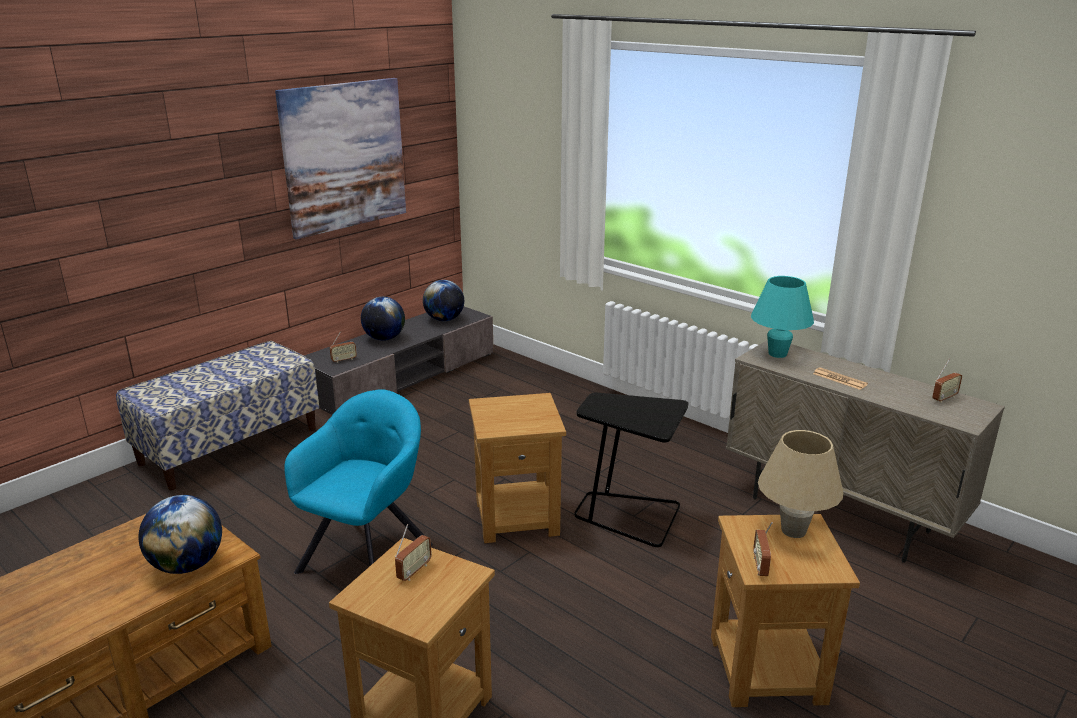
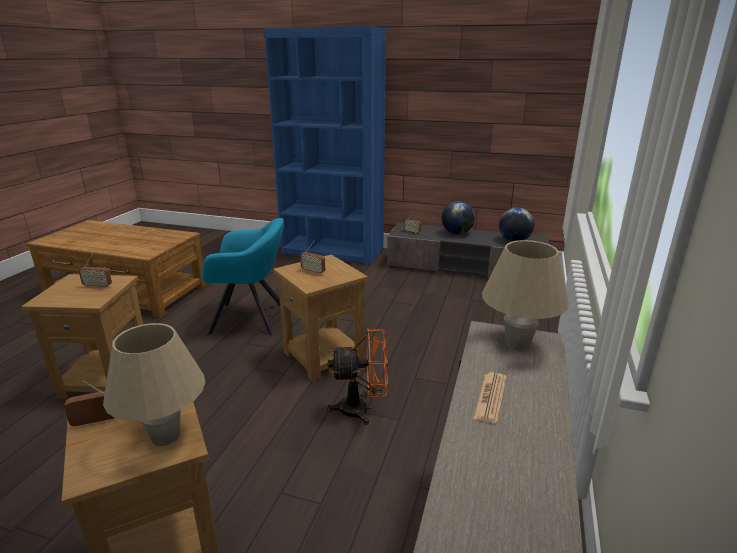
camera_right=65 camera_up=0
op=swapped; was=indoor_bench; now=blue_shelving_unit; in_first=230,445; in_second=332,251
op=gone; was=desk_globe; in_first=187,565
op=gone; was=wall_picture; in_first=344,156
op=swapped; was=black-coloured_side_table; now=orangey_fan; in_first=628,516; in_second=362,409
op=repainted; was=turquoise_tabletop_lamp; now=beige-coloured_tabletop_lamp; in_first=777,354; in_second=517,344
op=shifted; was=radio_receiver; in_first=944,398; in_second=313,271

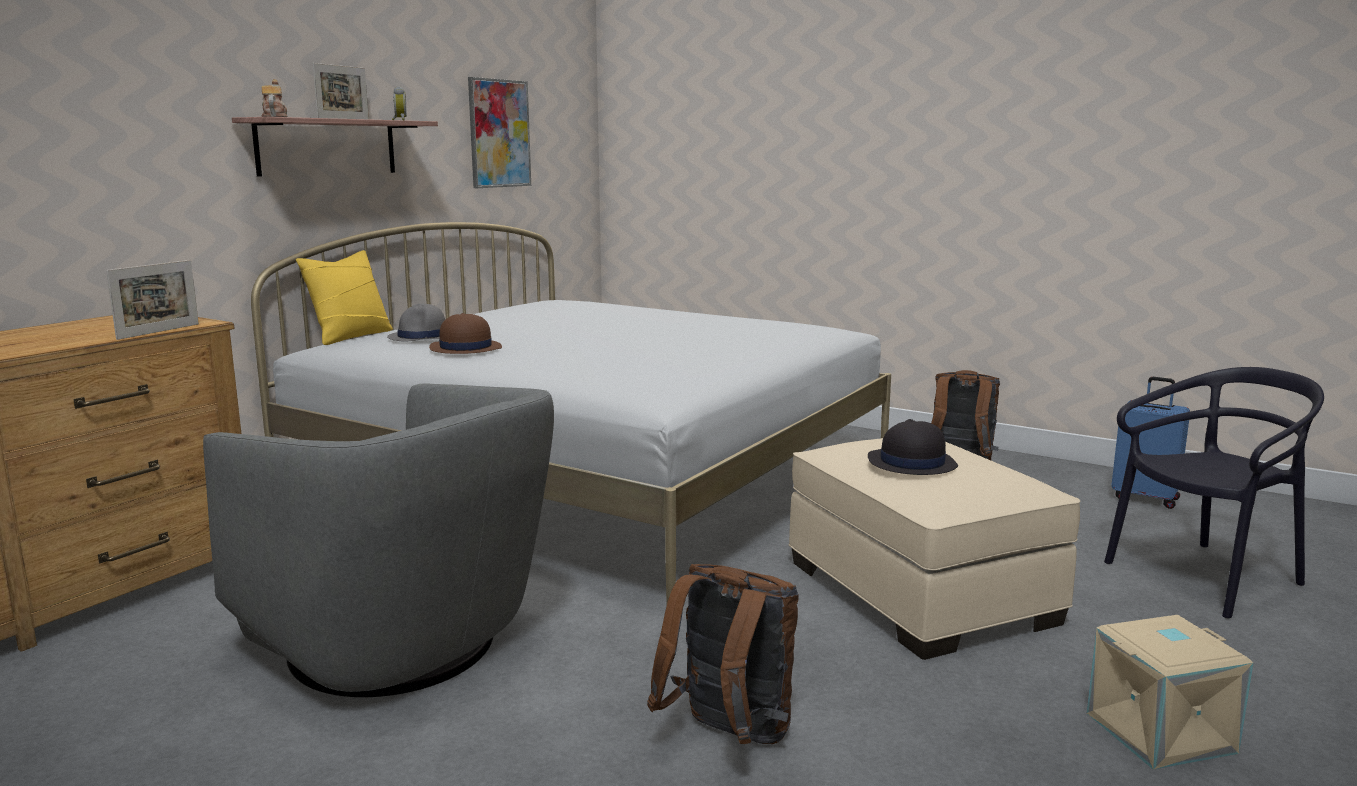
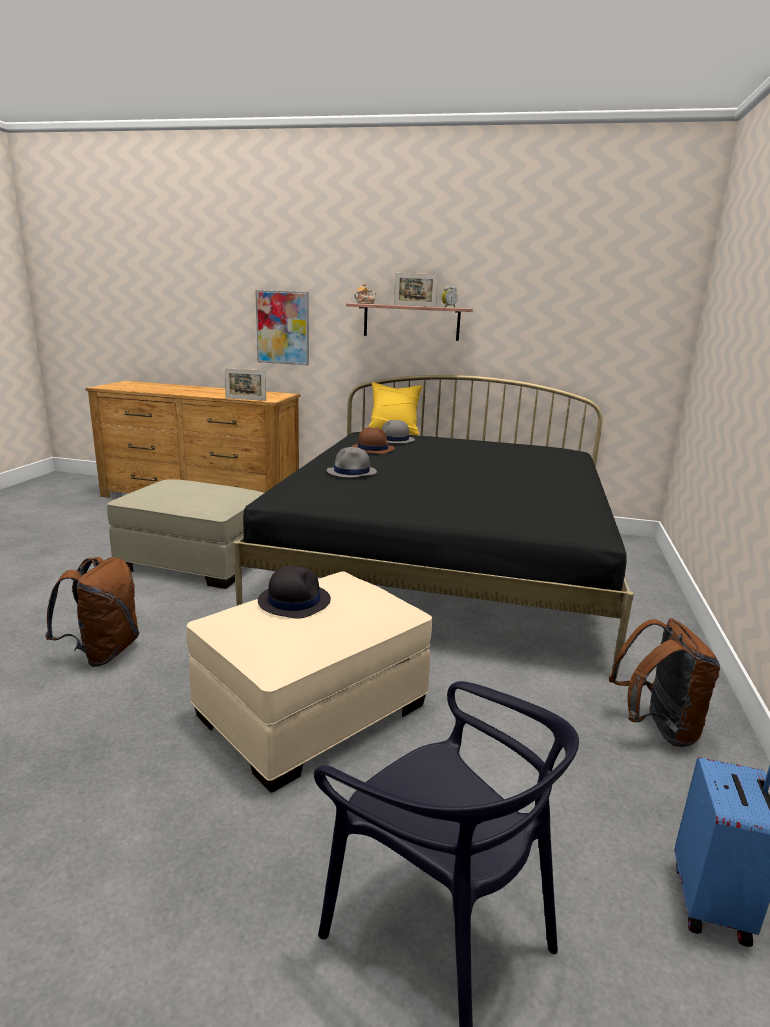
camera_right=70 camera_up=5
op=swapped; was=gray_lounge_chair; now=beige-coloured_ottoman; in_first=396,647; in_second=194,561
op=repainted; was=whitish_bed; now=black-coloured_bed; in_first=596,481; in_second=443,567
op=shifted; was=wall_picture; in_first=499,133; in_second=282,327
op=gone; was=beige-coloured_storage_bin; in_first=1161,734
op=new; now=gray_clothing_hat; in_second=352,472

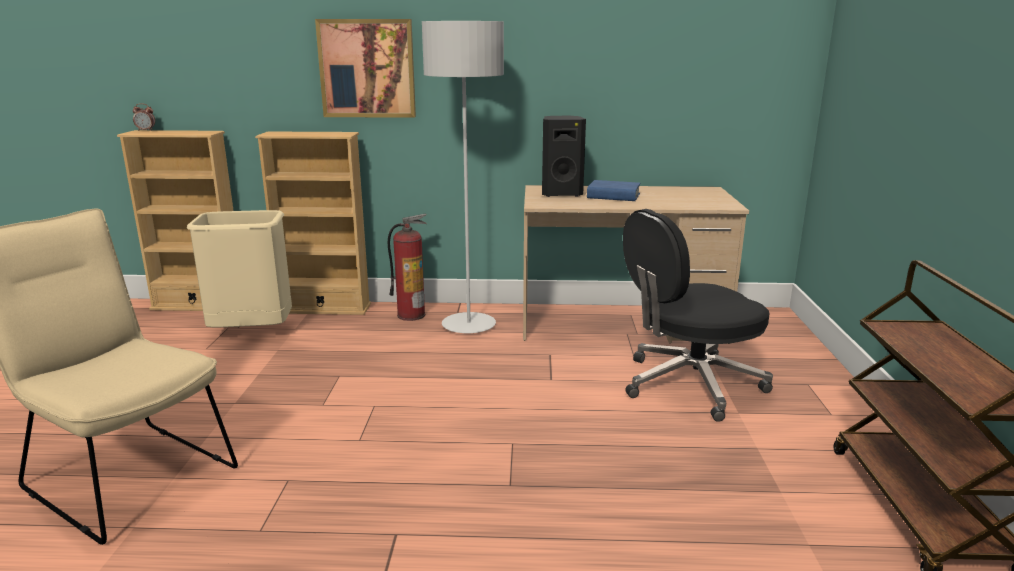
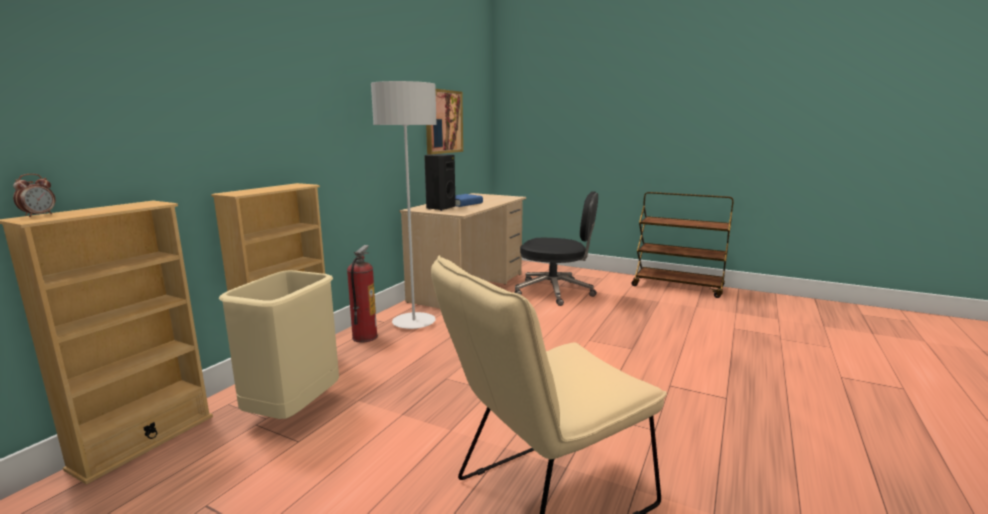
camera_right=-65 camera_up=-5
op=shifted; was=wall_picture; in_first=367,68; in_second=443,121
op=rotated; was=black-coloured_desk_chair; in_first=689,384; in_second=556,292; clockwise=-75

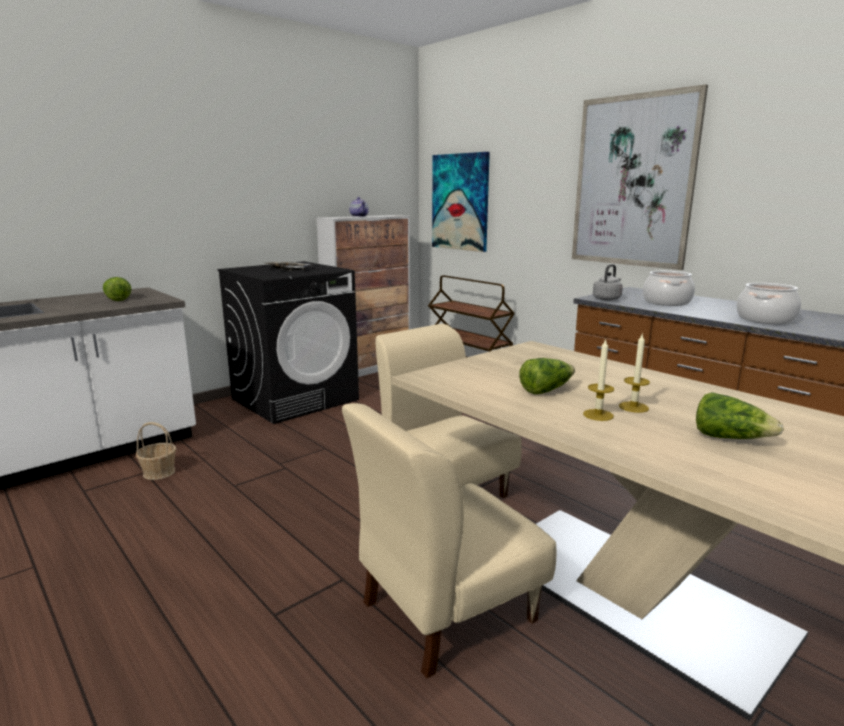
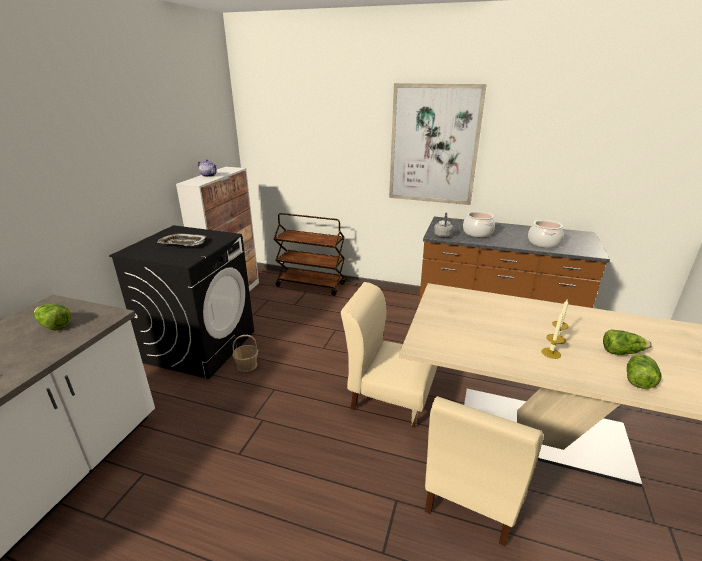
camera_right=-30 camera_up=10
op=shifted; was=storage_basket; in_first=159,472; in_second=247,365
op=gone; was=wall_picture; in_first=460,202
op=shifted; was=lettuce; in_first=546,390; in_second=638,379

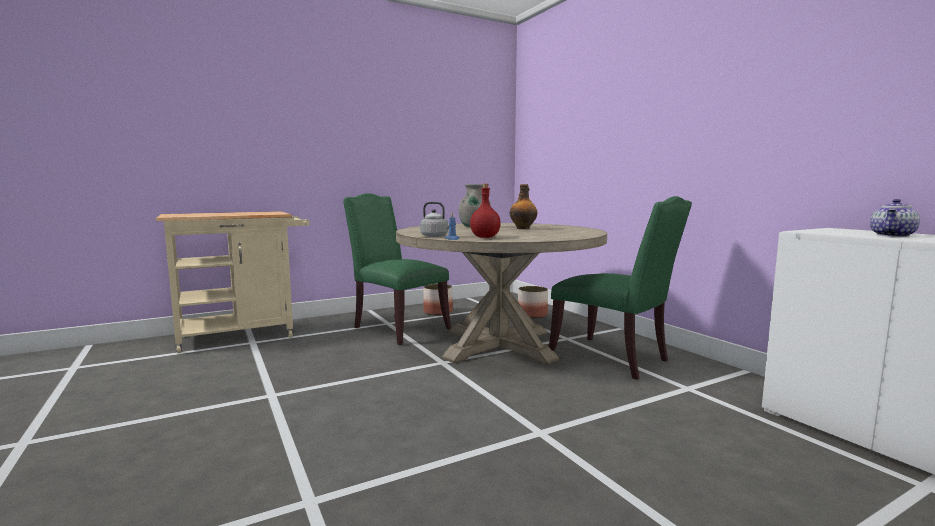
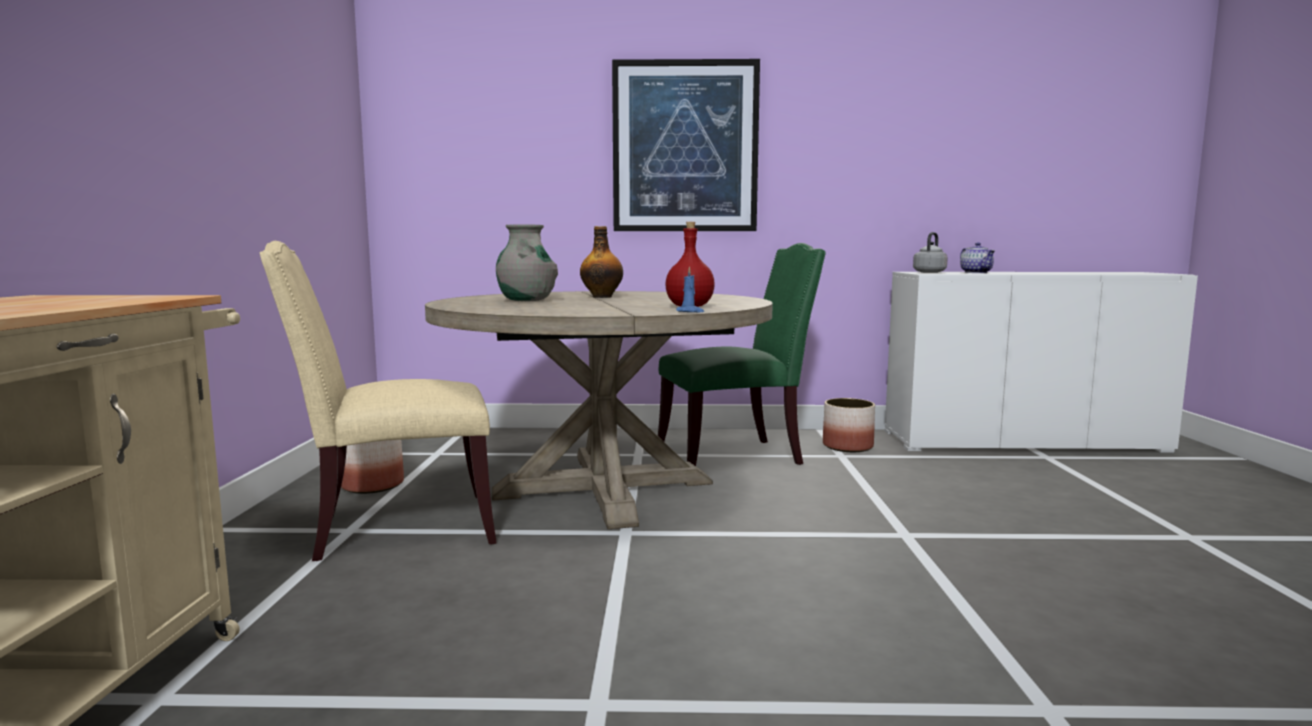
camera_right=-60 camera_up=0
op=repainted; was=greenish_upright_chair; now=beige-coloured_upright_chair; in_first=397,328; in_second=396,529
op=shifted; was=gray_tea_kettle; in_first=436,236; in_second=930,272
op=shifted; was=planter; in_first=532,315; in_second=848,446
op=new; now=wall_picture; in_second=685,147

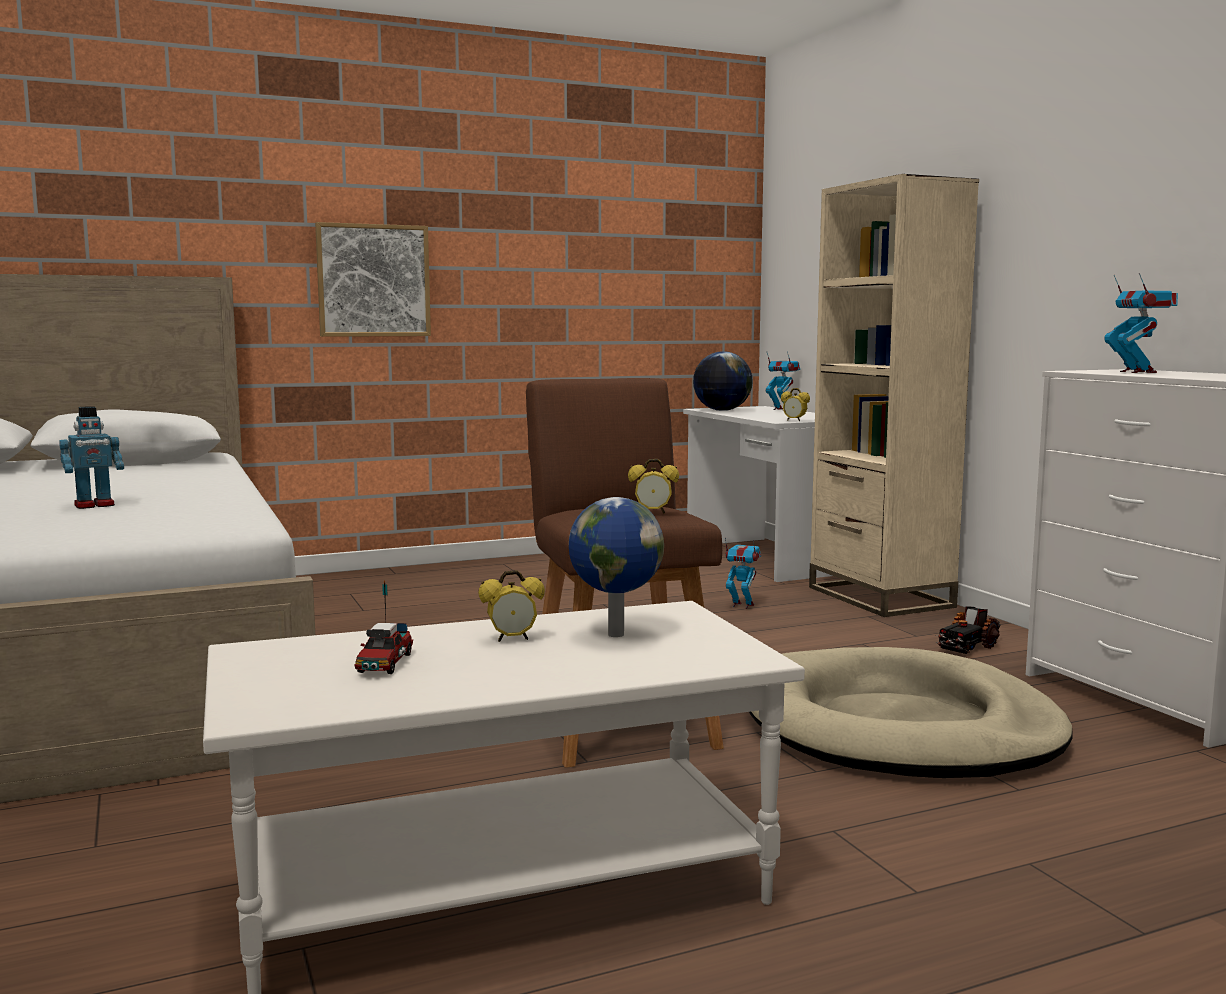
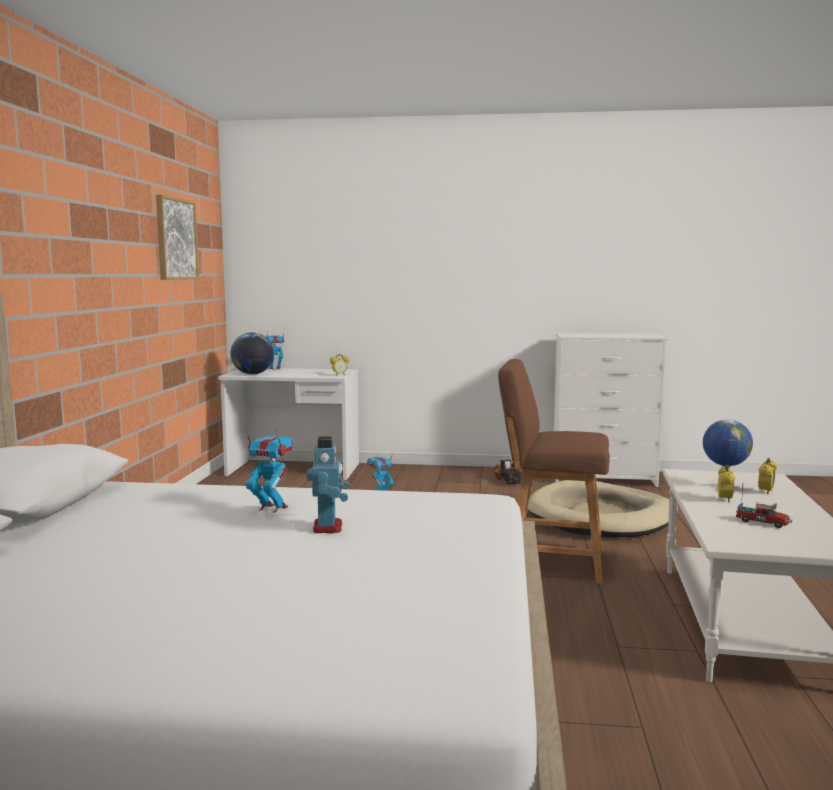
camera_right=-60 camera_up=0
op=shifted; was=wall_picture; in_first=373,280; in_second=176,239
op=shifted; was=alarm_clock; in_first=653,512; in_second=765,492
op=gone; was=beige-coloured_shelving_unit; in_first=879,597
op=shifted; was=toy_robot; in_first=1137,372; in_second=272,508

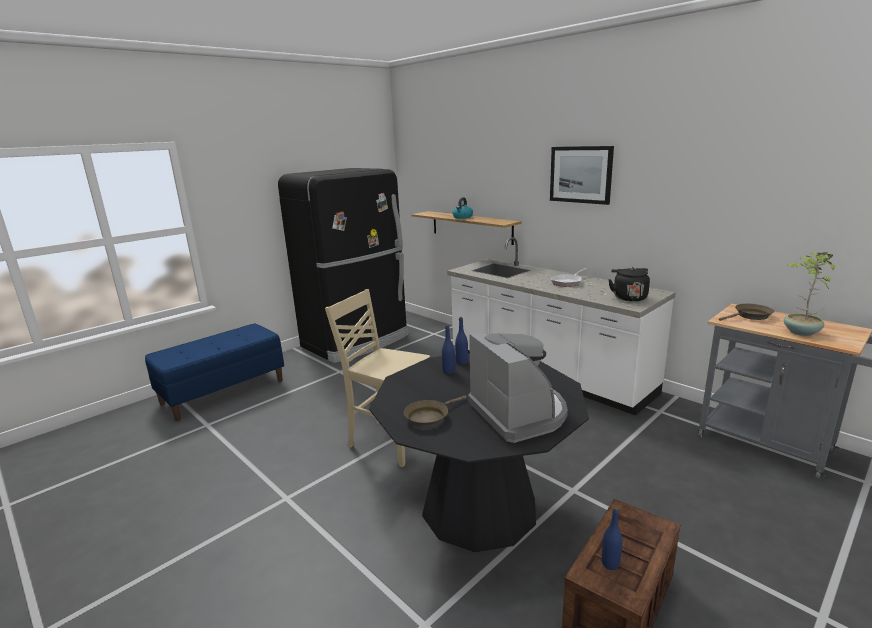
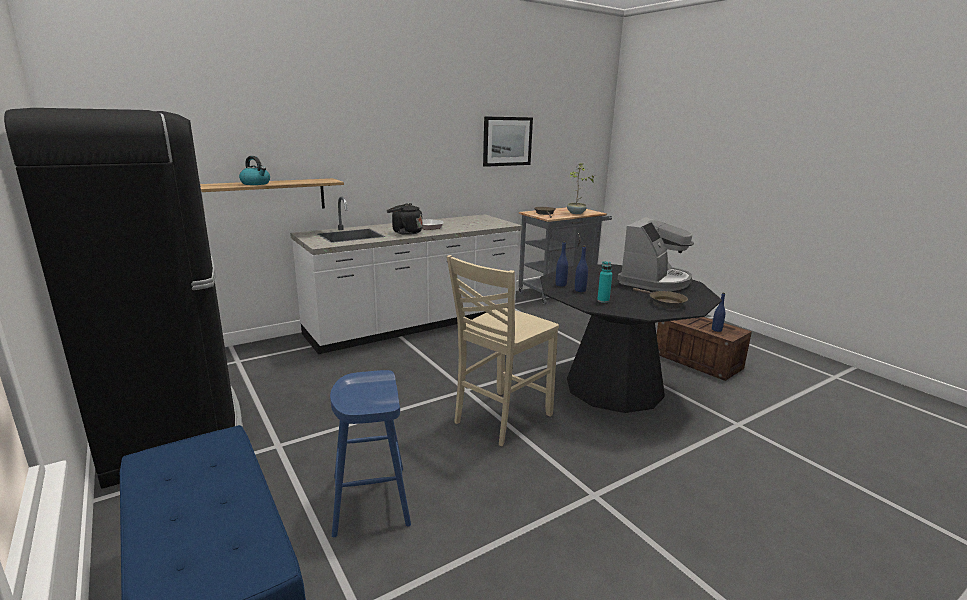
camera_right=-80 camera_up=0
op=rotated; was=coffee_machine; in_first=519,413; in_second=654,281; clockwise=135
op=shifted; was=wall_picture; in_first=580,174; in_second=507,141
op=shifted; was=black-coloured_tea_kettle; in_first=628,297; in_second=405,232
op=new; now=blue_stool_seat; in_second=370,500
op=new; now=turquoise_drink_bottle; in_second=603,300

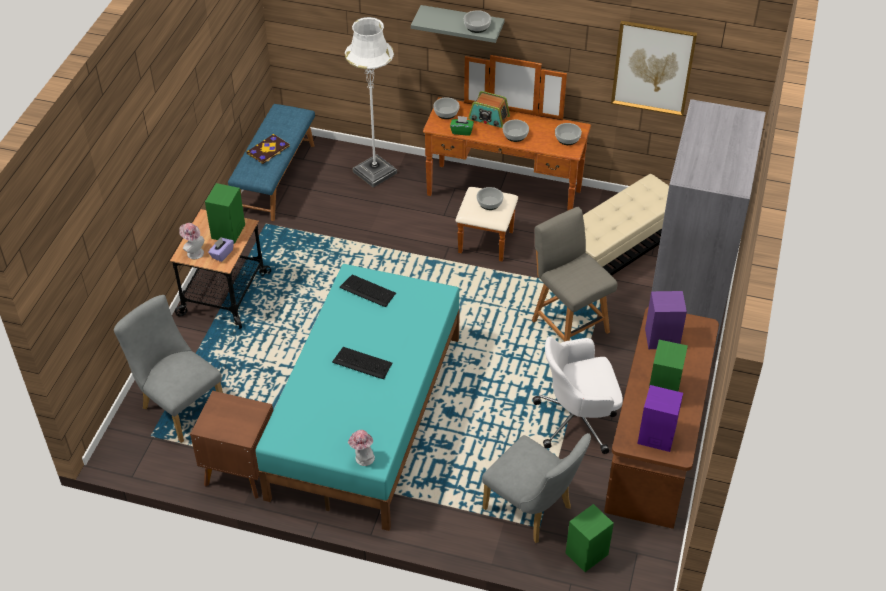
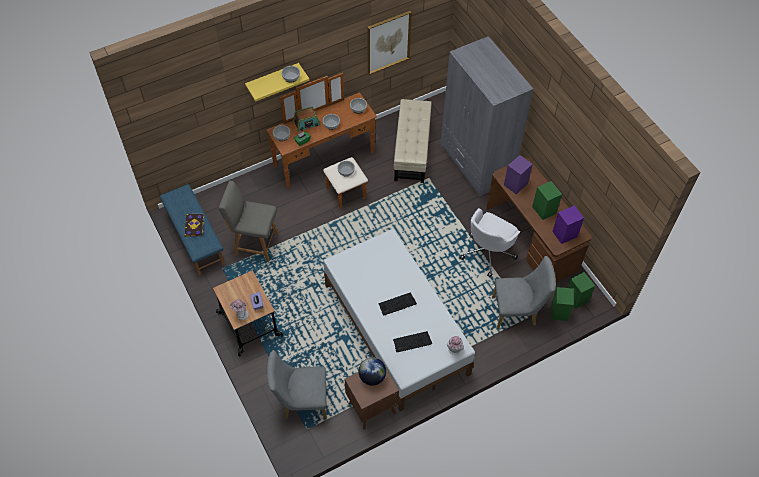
camera_right=-45 camera_up=10
op=shifted; was=greenish_speaker; in_first=228,232; in_second=576,299
op=repainted; was=turquoise_bed; now=whitish_bed; in_first=364,415; in_second=395,329
op=shifted; was=computer_keyboard; in_first=368,291; in_second=412,342
op=gone; was=whitish_floor_lamp; in_first=374,172
op=repainted; was=gray_bracket_shelf; now=yellow_bracket_shelf; in_first=462,23; in_second=272,79
op=shifted; was=gray_upright_chair; in_first=568,324; in_second=254,243
op=new; now=desk_globe; in_second=372,377

